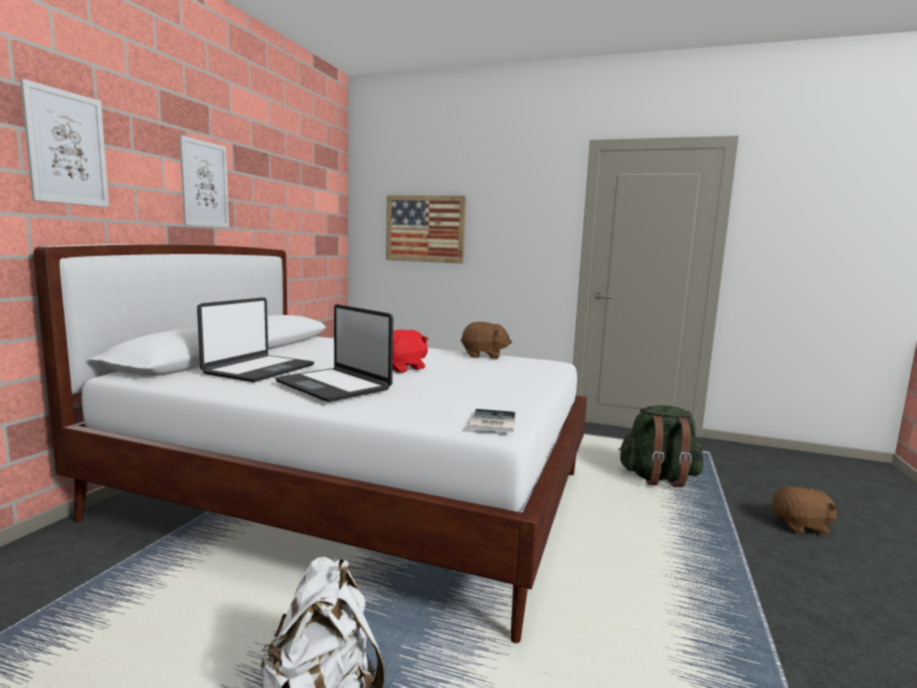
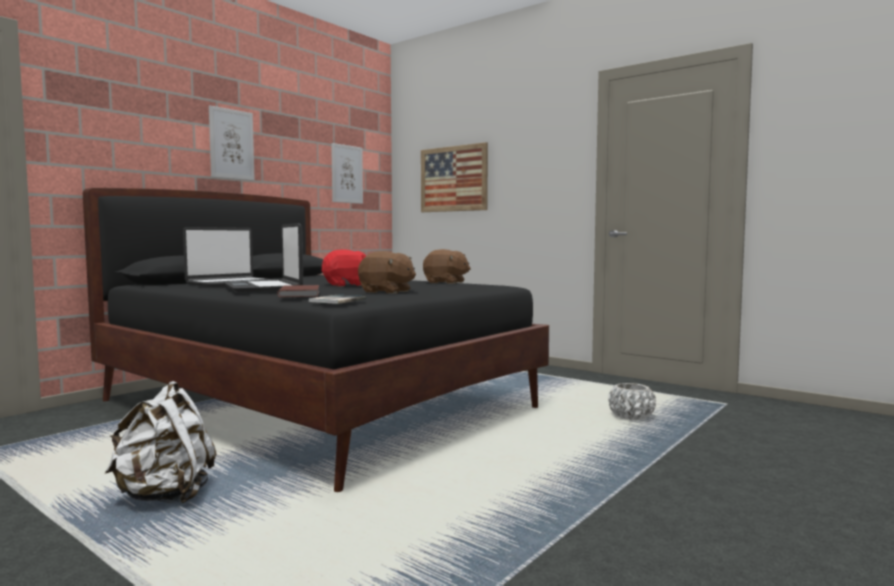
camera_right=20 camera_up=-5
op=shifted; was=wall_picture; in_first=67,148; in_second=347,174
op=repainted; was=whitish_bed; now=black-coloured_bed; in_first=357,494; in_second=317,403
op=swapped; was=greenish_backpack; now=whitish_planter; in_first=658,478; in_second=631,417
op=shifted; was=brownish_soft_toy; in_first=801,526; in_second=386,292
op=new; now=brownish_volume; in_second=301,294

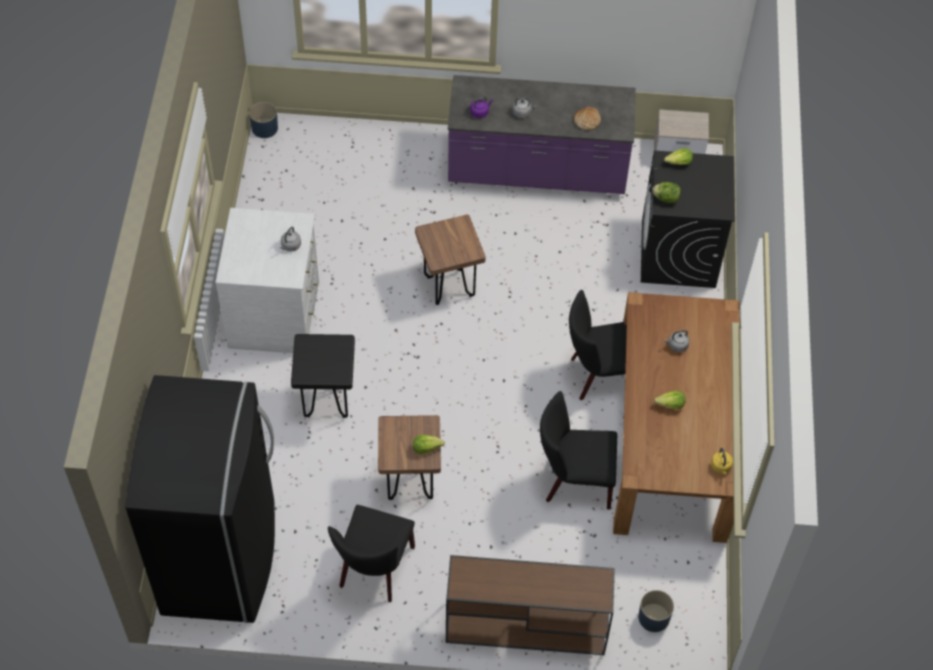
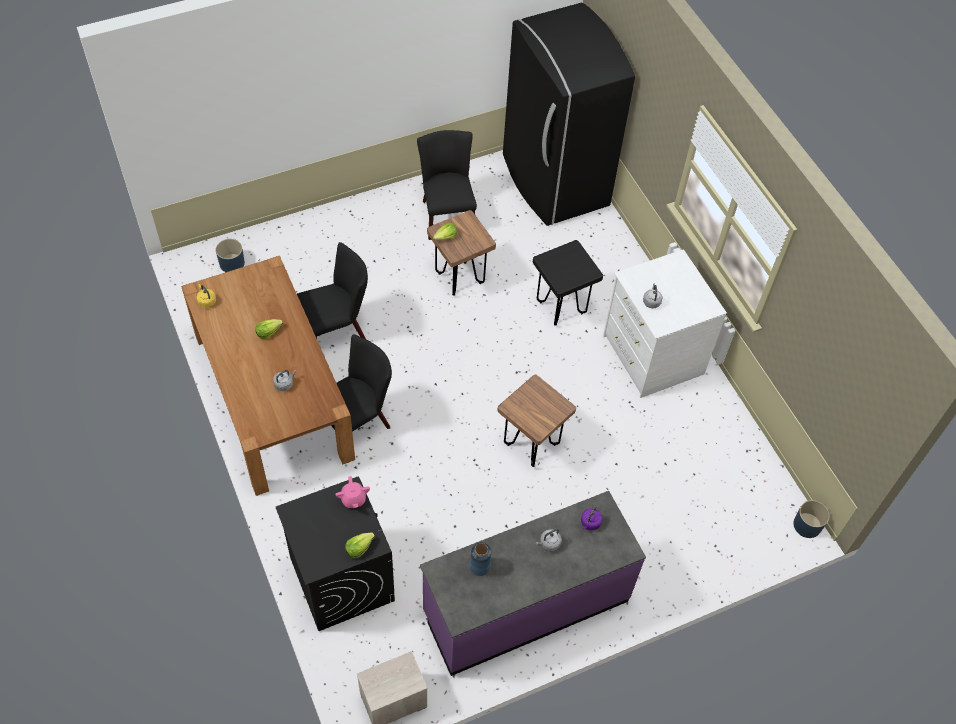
camera_right=150 camera_up=0
op=gone; was=brownish_hall_table; in_first=524,627
op=swapped; was=bread; now=blue_decorative_vase; in_first=587,120; in_second=480,566
op=swapped; was=lettuce; now=pink-coloured_tea_pot; in_first=666,198; in_second=353,499

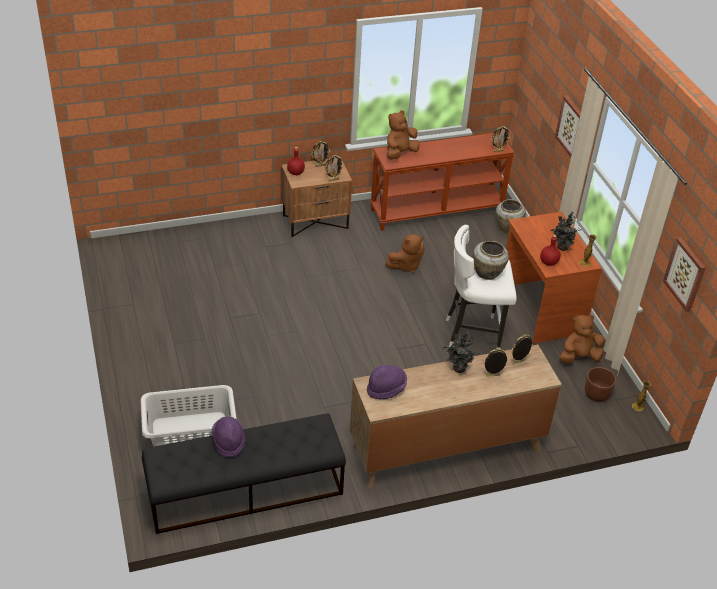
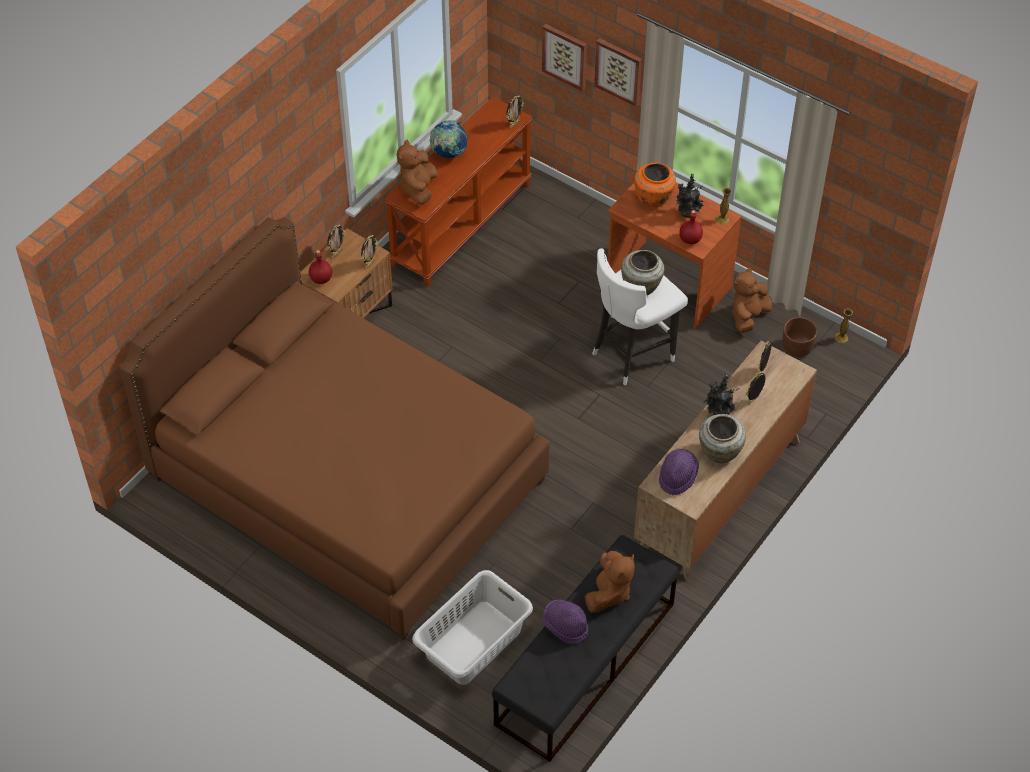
camera_right=-35 camera_up=10
op=shifted; was=brownish_soft_toy; in_first=406,265; in_second=609,593
op=shifted; was=beige-coloured_decorative_vase; in_first=507,227; in_second=719,453
op=shifted; was=wall_picture; in_first=685,274; in_second=565,56
op=new; now=brownish_bed; in_second=348,479
op=new; now=desk_globe; in_second=448,154
op=new; now=orangey_decorative_vase; in_second=653,200

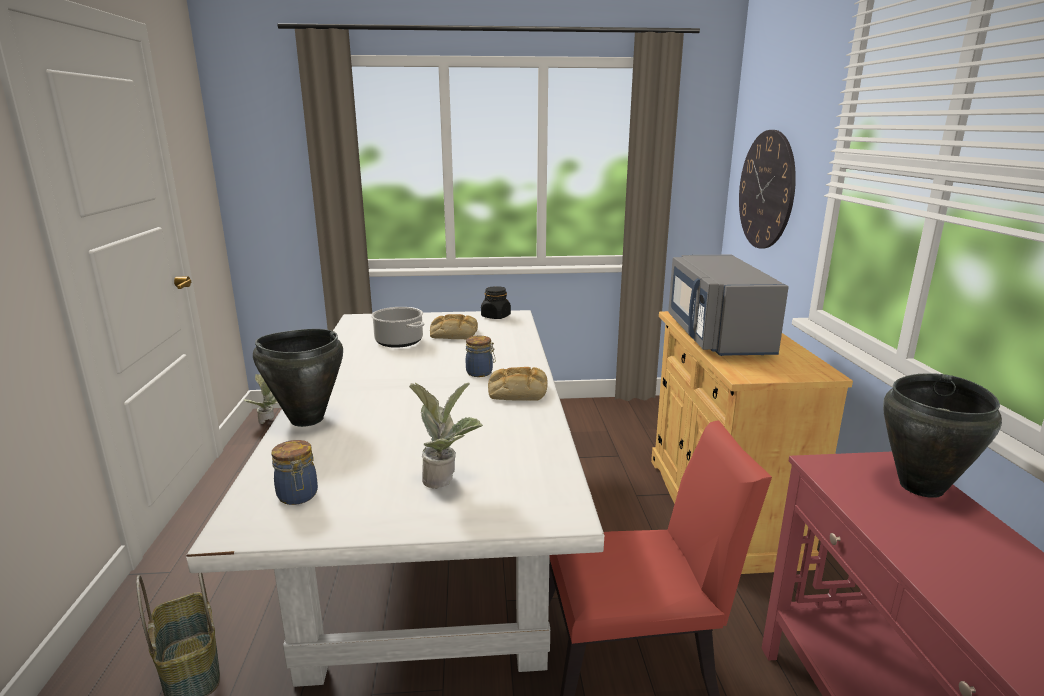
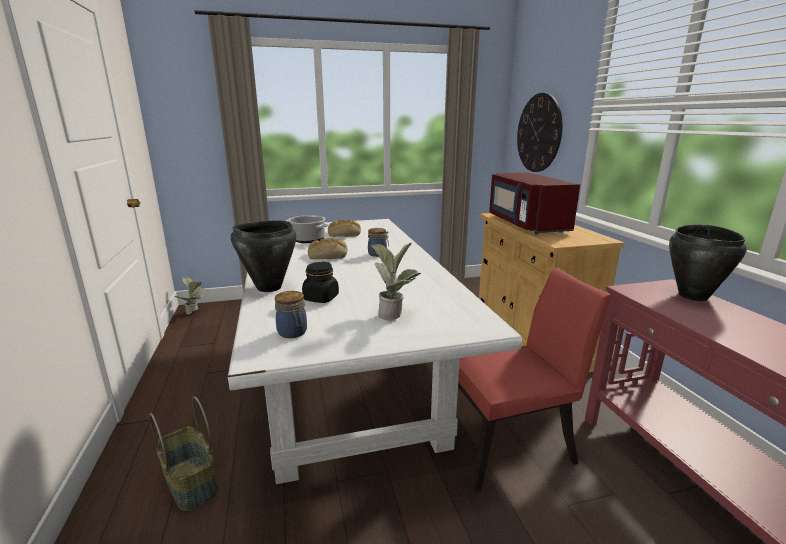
camera_right=-10 camera_up=0
op=shifted; was=black-coloured_preserve_jar; in_first=495,316; in_second=321,298
op=shifted; was=bread; in_first=517,392; in_second=327,255
op=repainted; was=gray_microwave_oven; now=reddish_microwave_oven; in_first=716,336; in_second=526,224

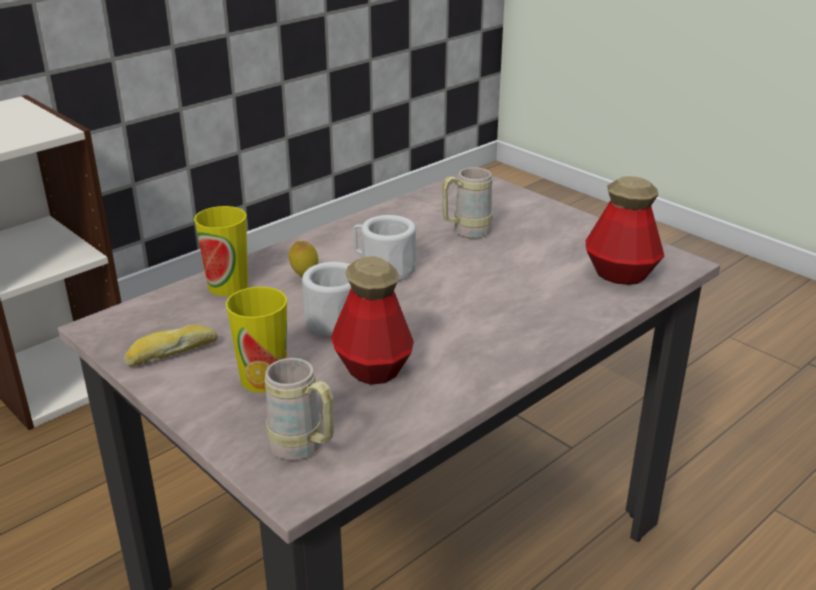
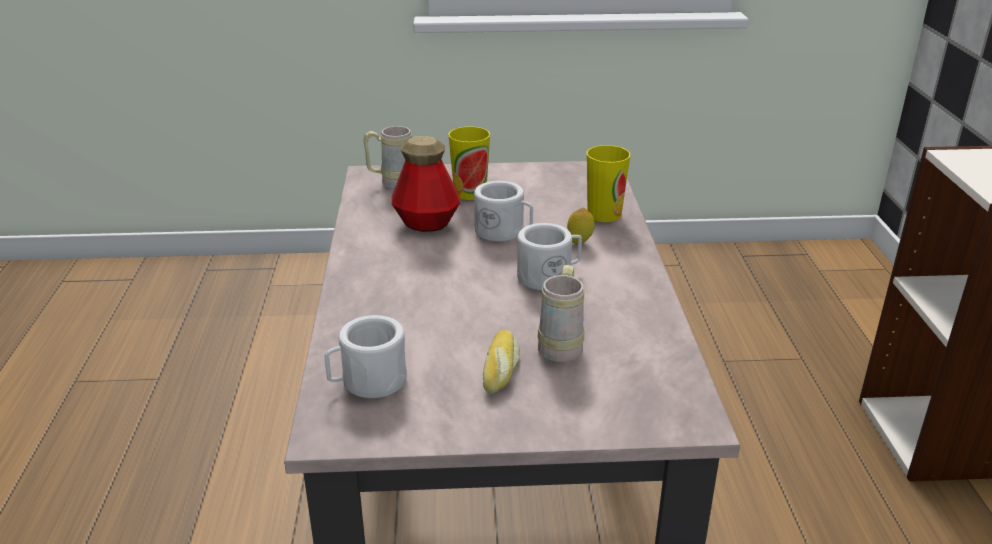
camera_right=130 camera_up=0
op=shifted; was=bread; in_first=172,353; in_second=502,369
op=swapped; was=drink_bottle; now=whitish_tea_mug; in_first=620,274; in_second=367,382

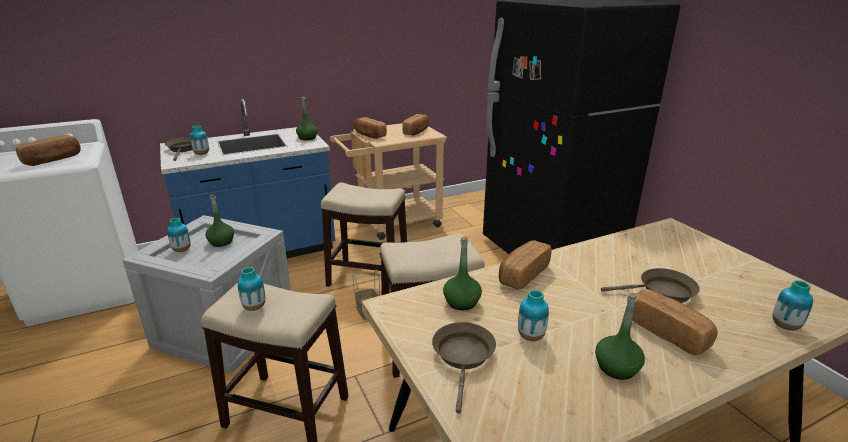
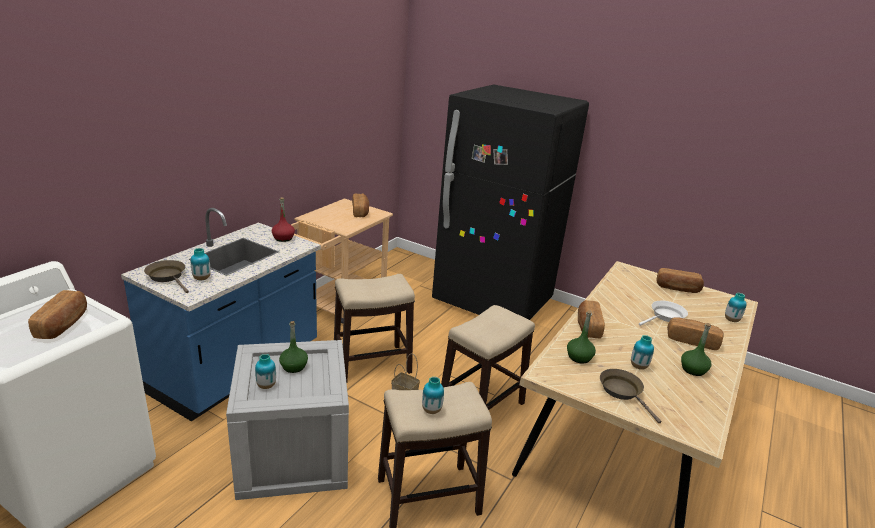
camera_right=-35 camera_up=0
op=repainted; was=greenish_drink_bottle; now=reddish_drink_bottle; in_first=307,138; in_second=283,238
op=shifted; was=bread; in_first=369,135; in_second=677,288
op=repainted; was=brownish_frying_pan; now=whitish_frying_pan; in_first=662,292; in_second=665,316

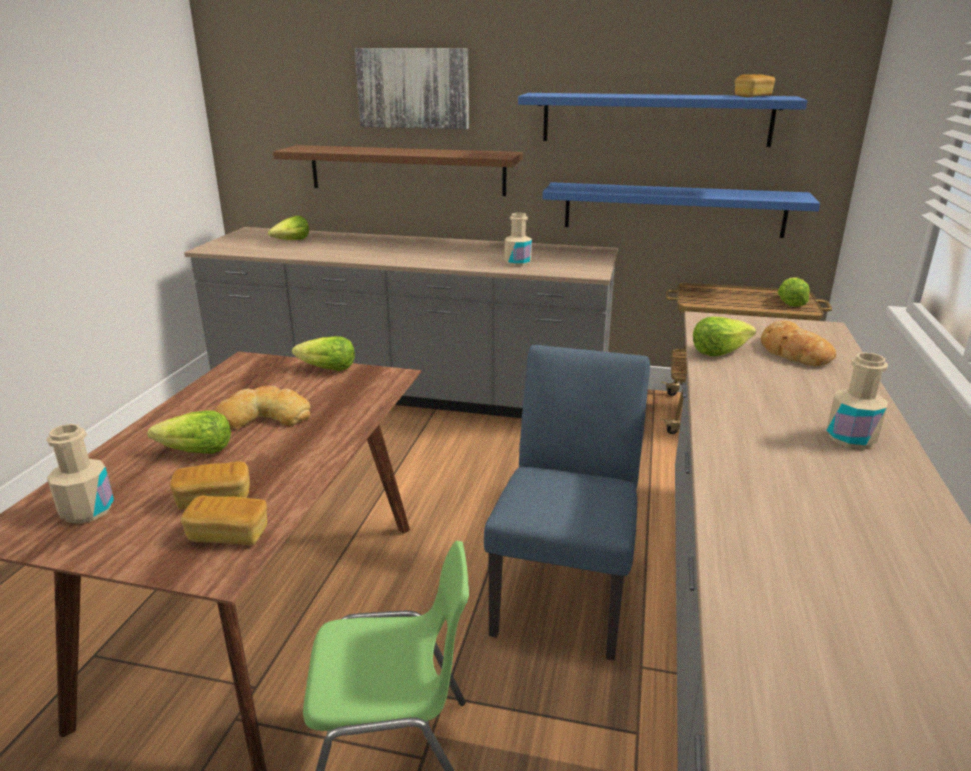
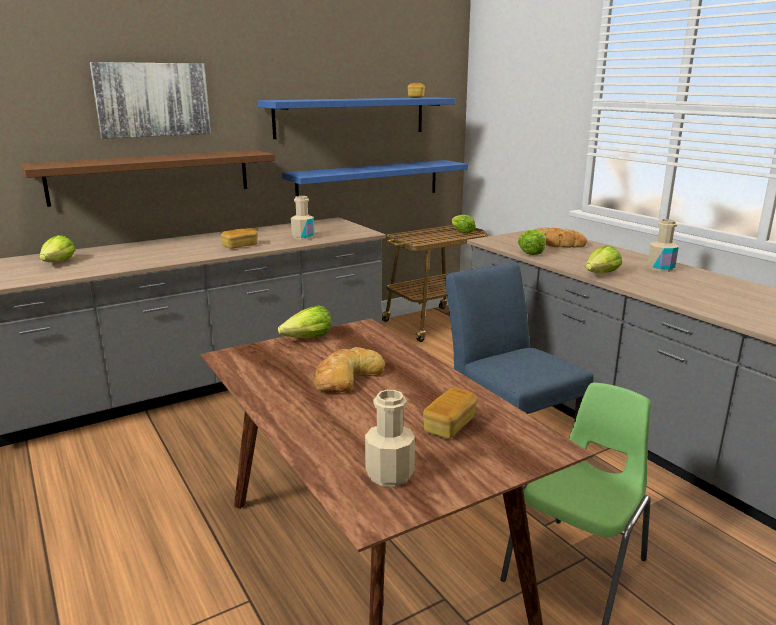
camera_right=-45 camera_up=-5
op=shifted; was=lettuce; in_first=196,452; in_second=601,274
op=shifted; was=bread; in_first=228,535; in_second=240,246

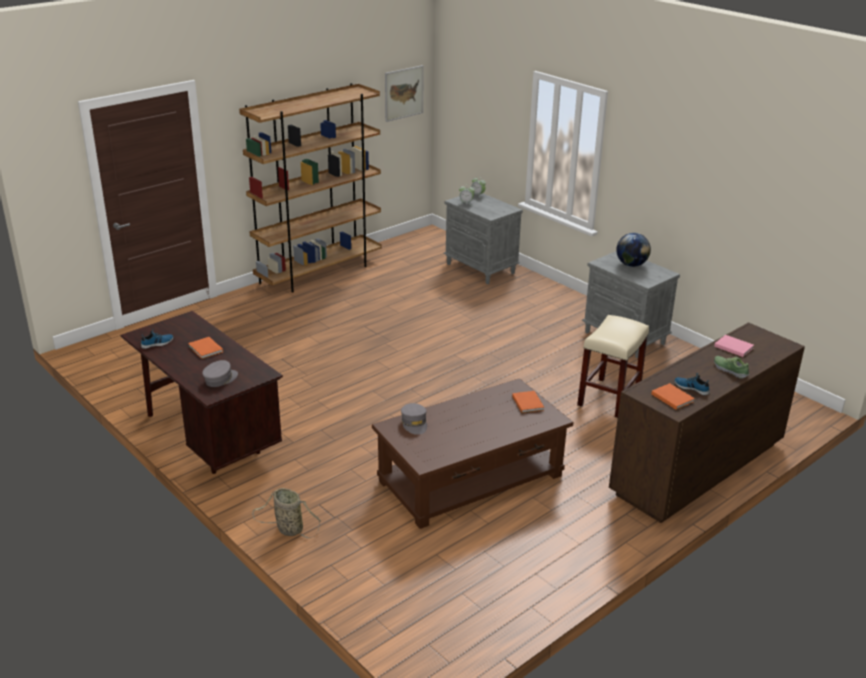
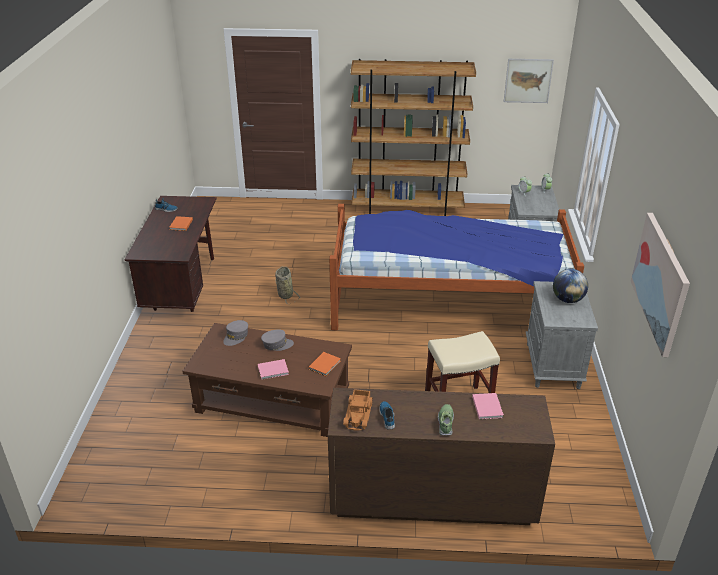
camera_right=45 camera_up=5
op=shifted; was=gray_baseball_cap; in_first=220,379; in_second=277,344
op=shifted; was=storage_basket; in_first=288,529; in_second=285,294
op=swapped; was=orangey_volume; now=toy_lorry; in_first=672,397; in_second=359,414
op=new; now=pink-coloured_volume; in_second=274,370
op=new; now=bed; in_second=447,301
op=new; now=wall_picture; in_second=661,282

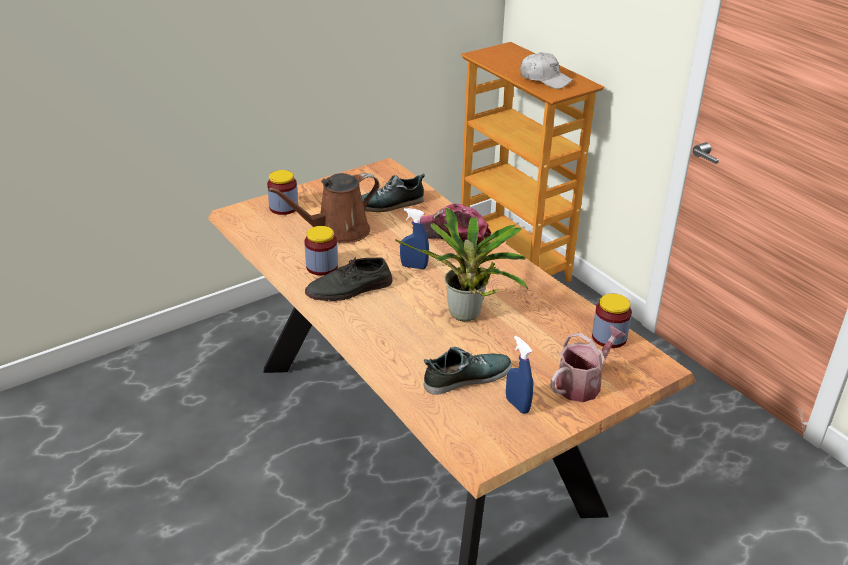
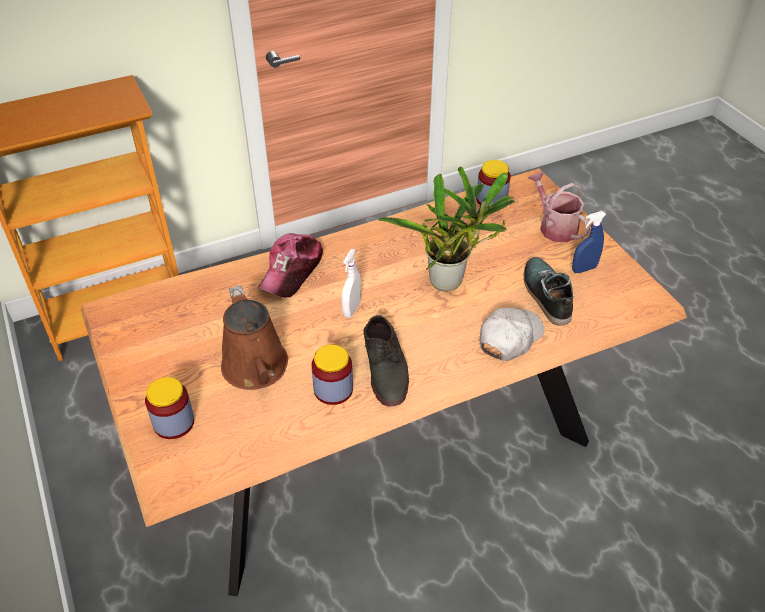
camera_right=-80 camera_up=10
op=gone; was=item_of_footwear; in_first=390,204
op=repainted; was=blue_sprayer; now=whitish_sprayer; in_first=414,266; in_second=351,309
op=shifted; was=whitish_baseball_cap; in_first=545,79; in_second=510,338

